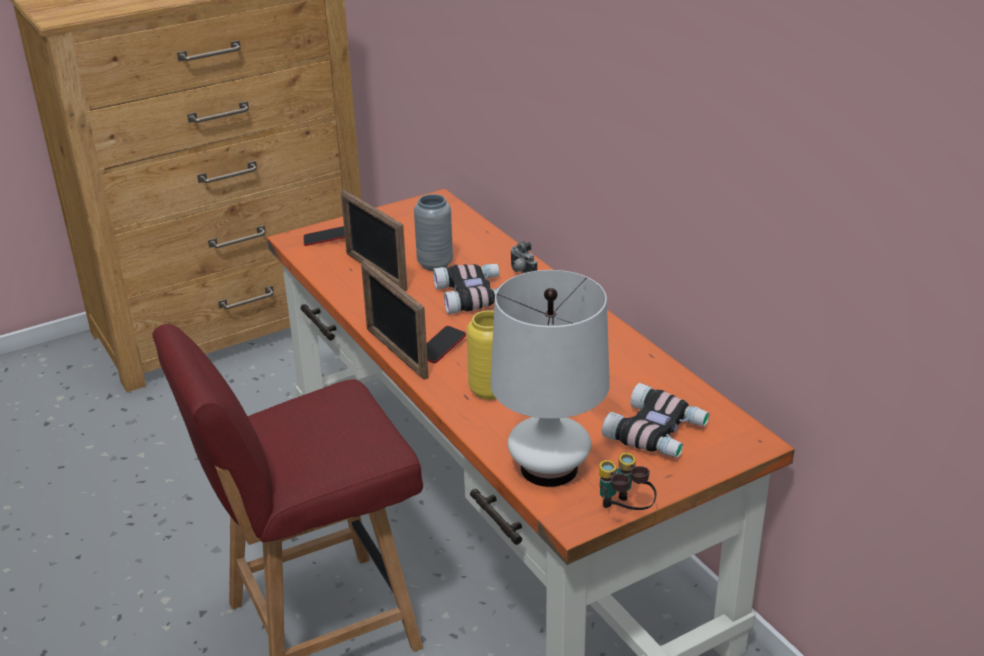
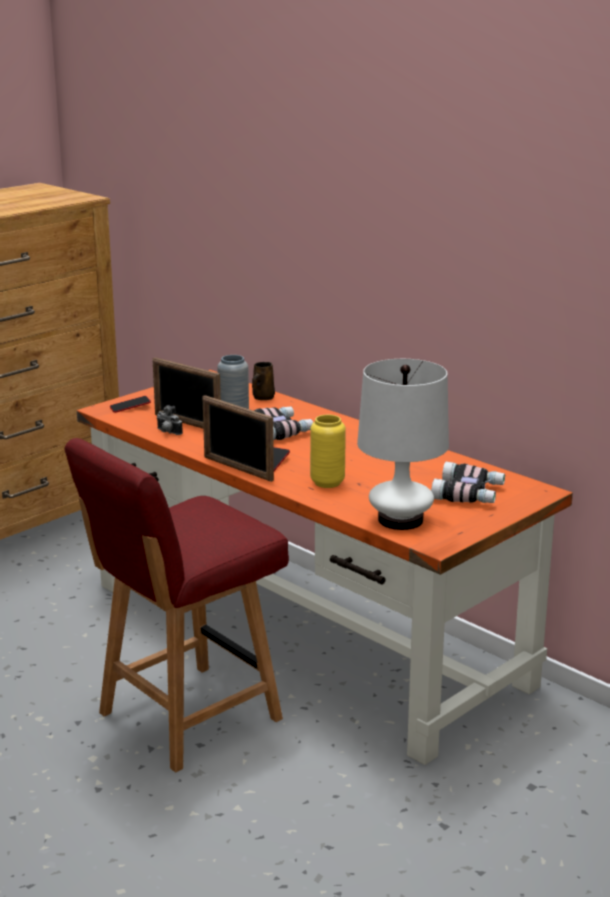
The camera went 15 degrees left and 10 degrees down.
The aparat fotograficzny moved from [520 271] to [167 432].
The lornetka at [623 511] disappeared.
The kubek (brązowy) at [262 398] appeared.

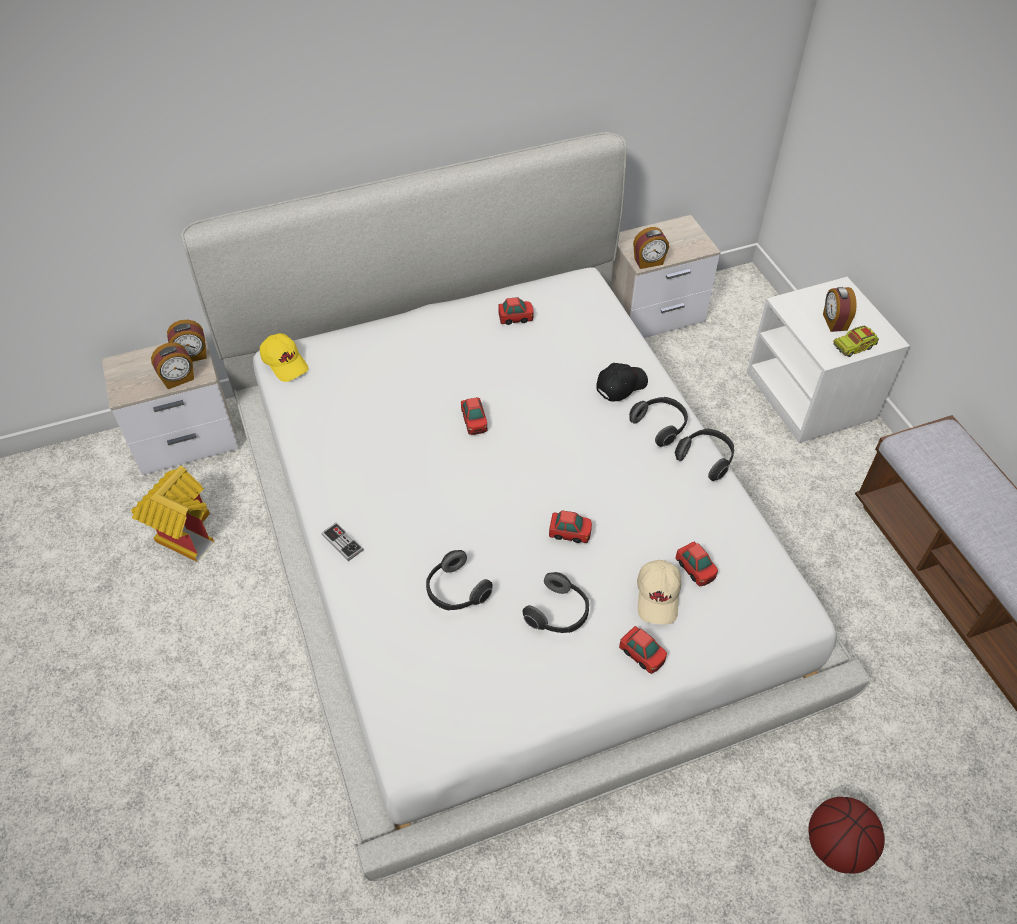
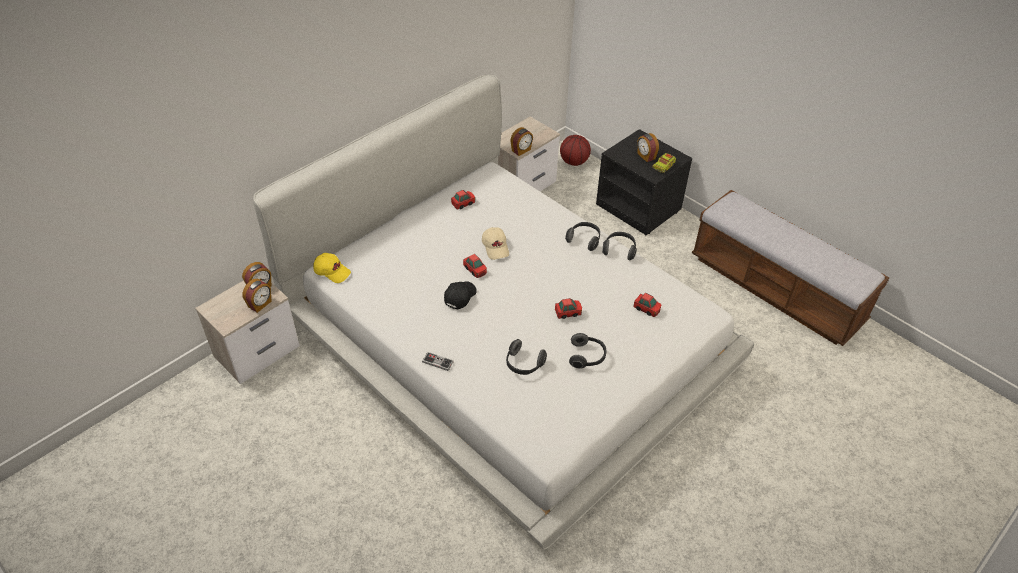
The camera went 25 degrees left and 5 degrees down.
The szafka nocna (biały) at [812 397] became the szafka nocna (czarny) at [639 207].
The czapka z daszkiem (czarny) moved from [621 385] to [460 297].
The domek at [183 533] disappeared.
The czapka z daszkiem (beżowy) moved from [658 597] to [496 247].
The samochodzik at [642 655] disappeared.
The piłka do koszykówki moved from [836 847] to [574 162].

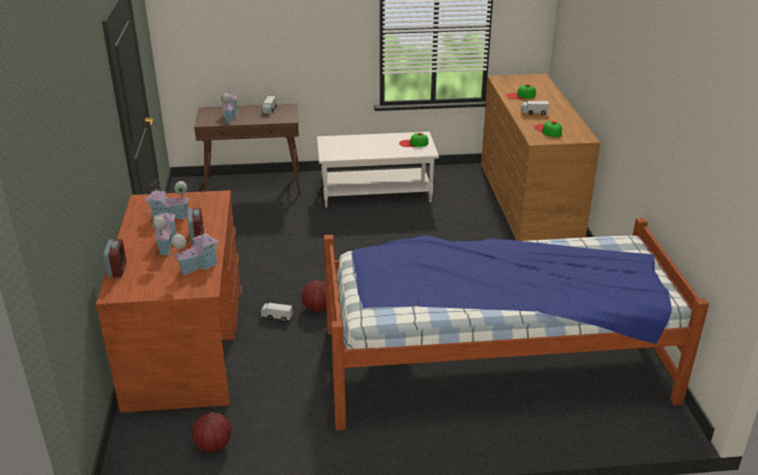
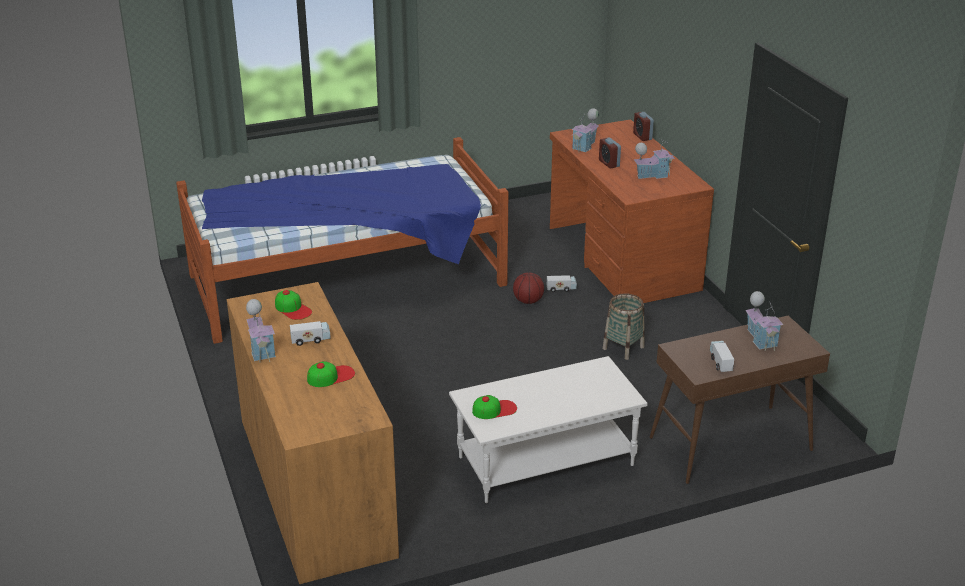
The camera went 165 degrees right and 0 degrees up.
The domek moved from [166 245] to [261 349].
The piłka do koszykówki at [213 446] disappeared.
The koszyk at [623 348] appeared.

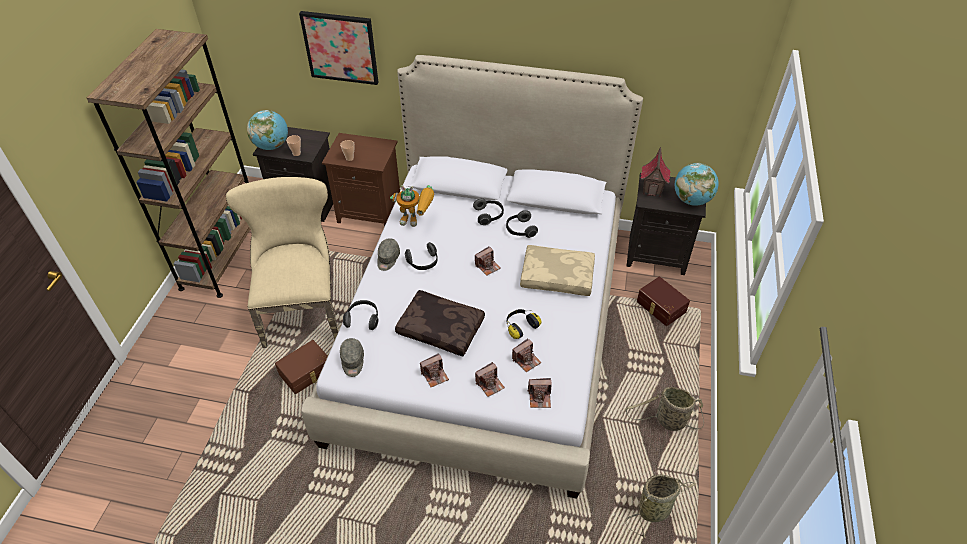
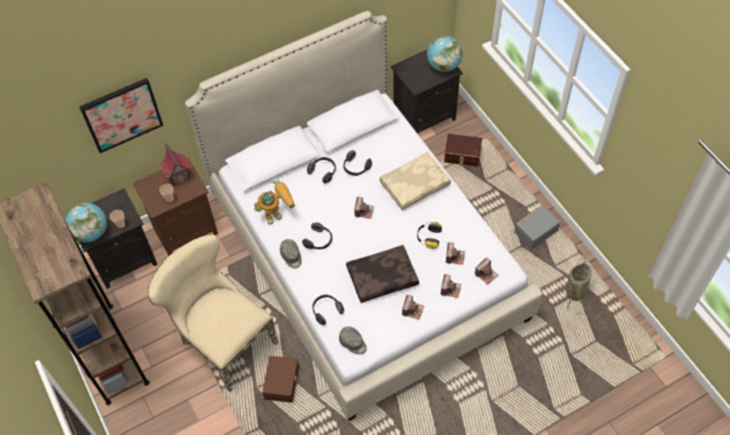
The camera went 40 degrees left and 10 degrees up.
The domek moved from [652 190] to [179 177].
The koszyk at [668 421] was replaced by the pojemnik do przechowywania (szary) at [535 230].

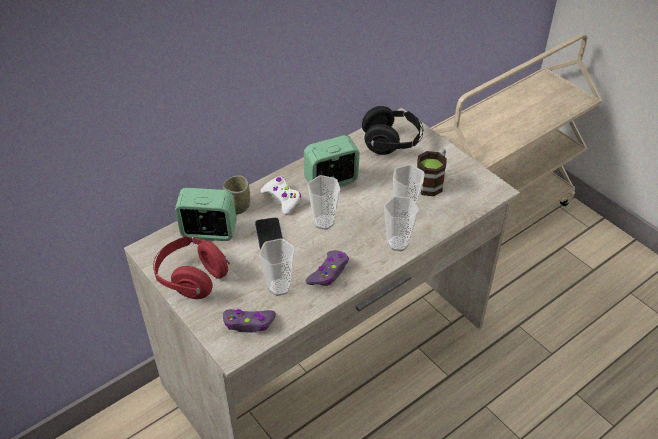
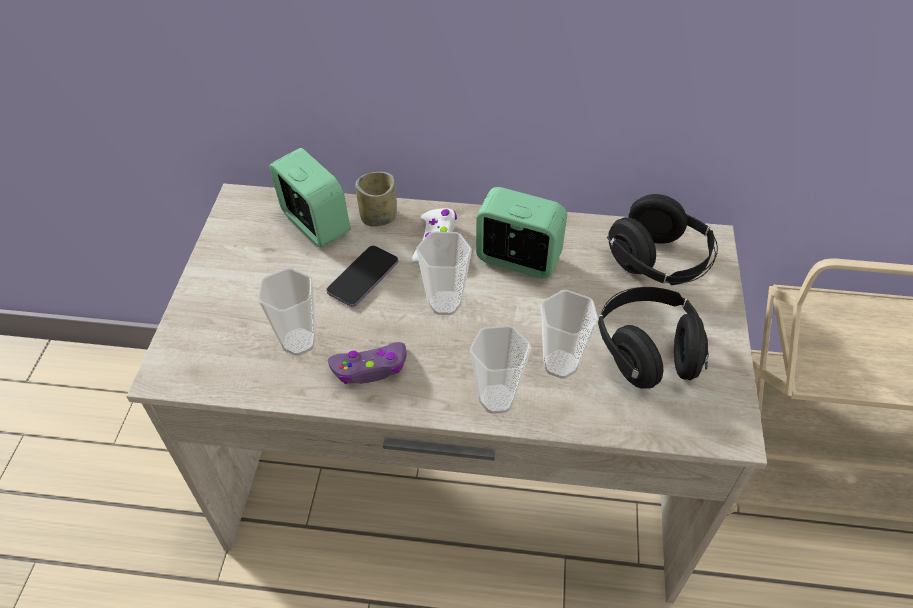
The camera went 45 degrees right and 5 degrees up.
The kubek at [431 182] was replaced by the słuchawki (czarny) at [647 352].
The słuchawki (czerwony) at [192 278] disappeared.
The pad do gier (fioletowy) at [249 323] disappeared.

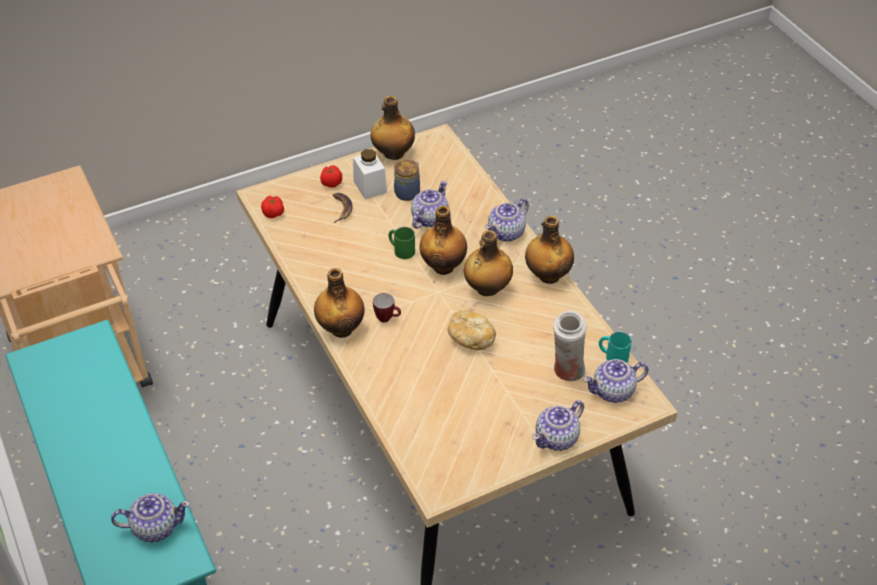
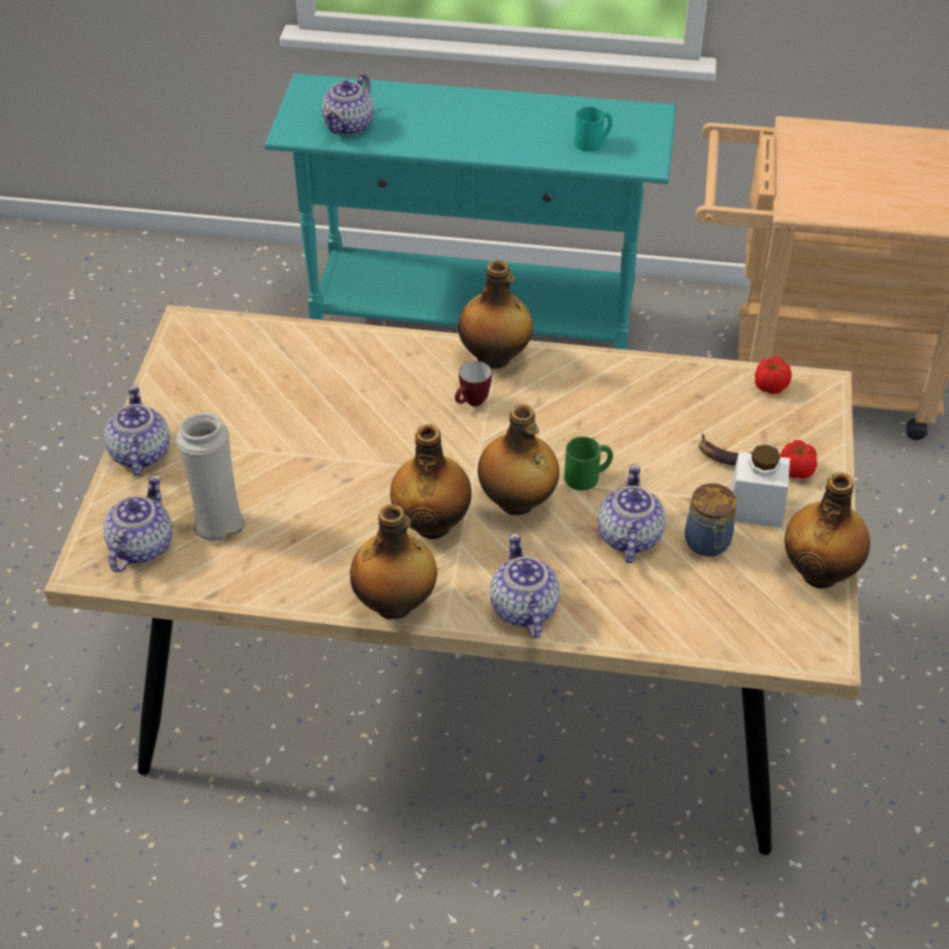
The camera went 125 degrees right and 0 degrees up.
The imbryk at [429 219] turned 150 degrees counterclockwise.
The chleb at [471 338] disappeared.
The kubek (turkusowy) moved from [612 356] to [593 141].

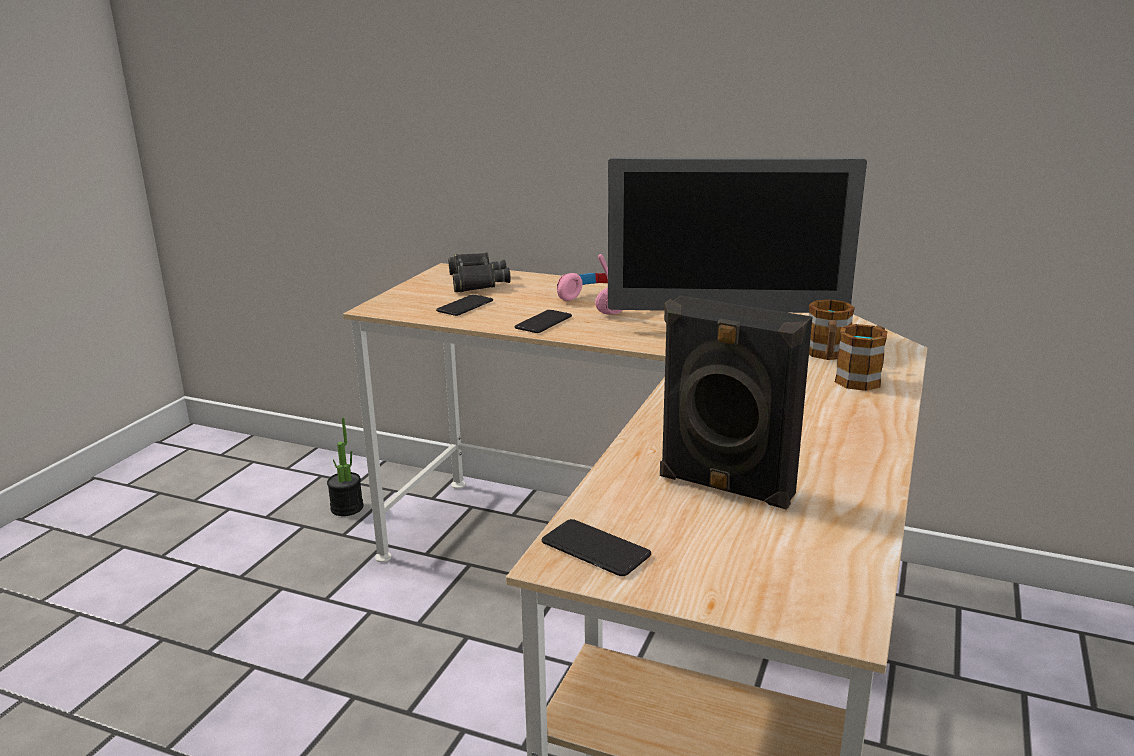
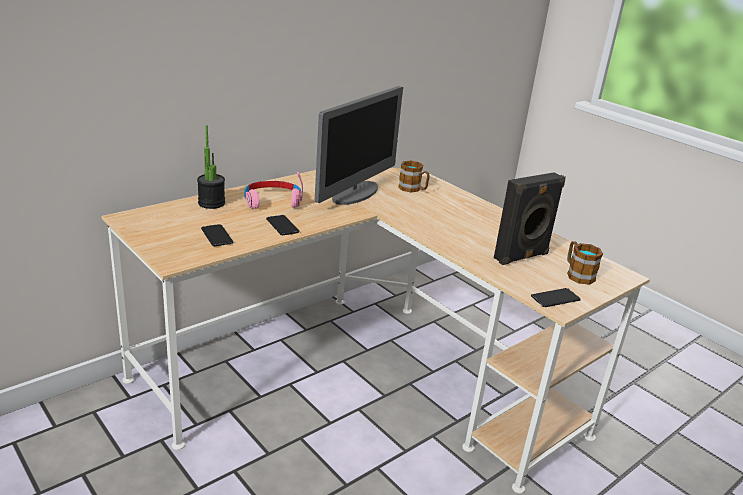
The camera went 65 degrees left and 5 degrees up.
The lornetka (czarny) at [476 281] disappeared.
The kubek moved from [862 378] to [577 274].
The roślina doniczkowa moved from [347 508] to [211 203].

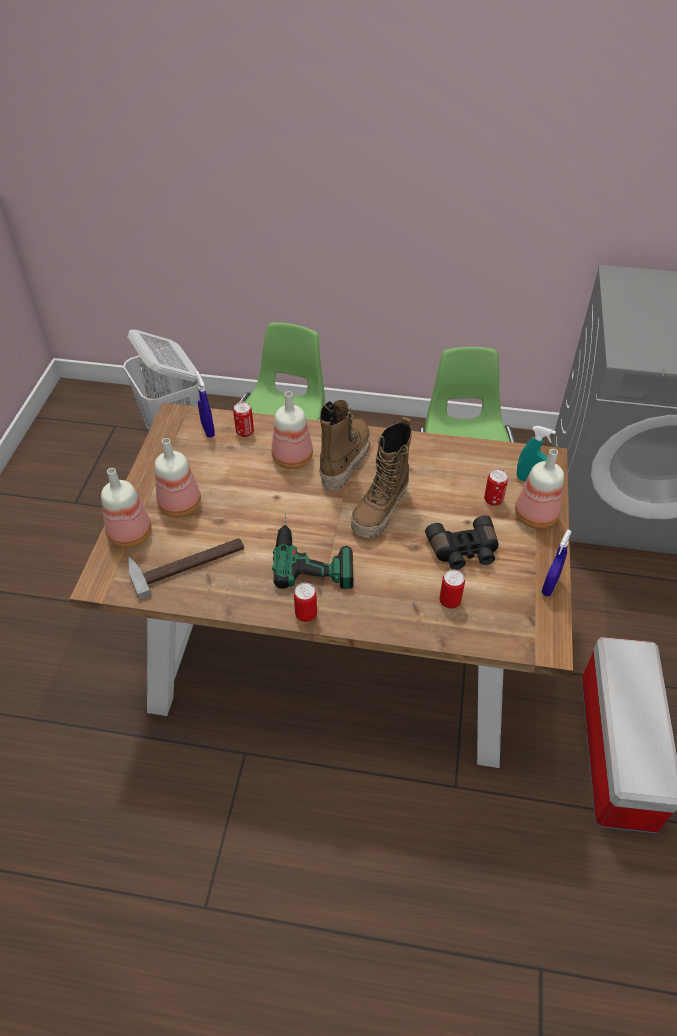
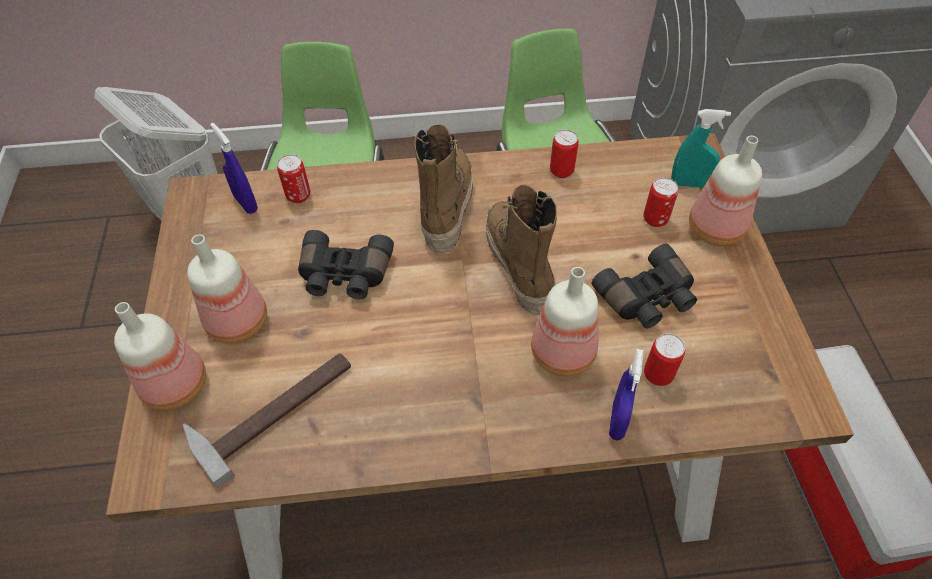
The camera went 15 degrees left and 5 degrees up.
The butelka moved from [292 457] to [561 351].
The but z cholewką at [380 510] turned 150 degrees clockwise.
The wiertarka at [312 554] disappeared.
The spryskiwacz (niebieski) moved from [549 586] to [617 421].
The puszka moved from [306 614] to [561 171].
The lornetka (czarny) at [344 275] appeared.

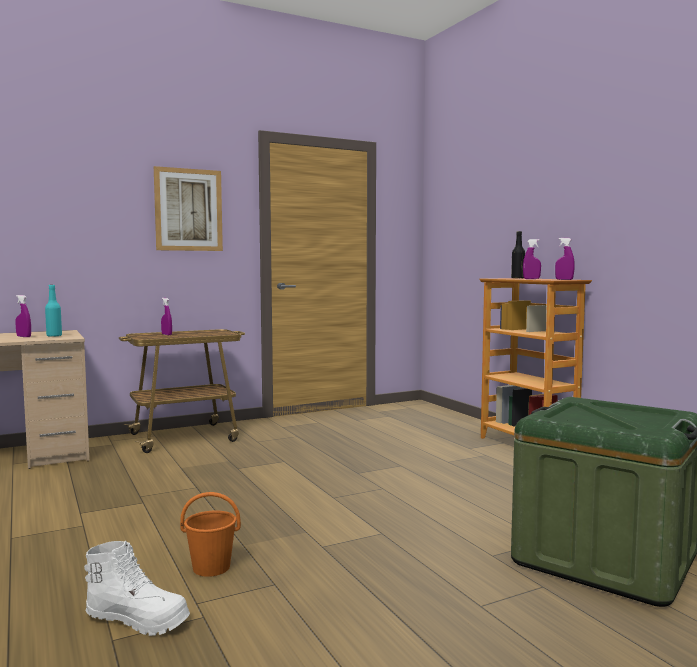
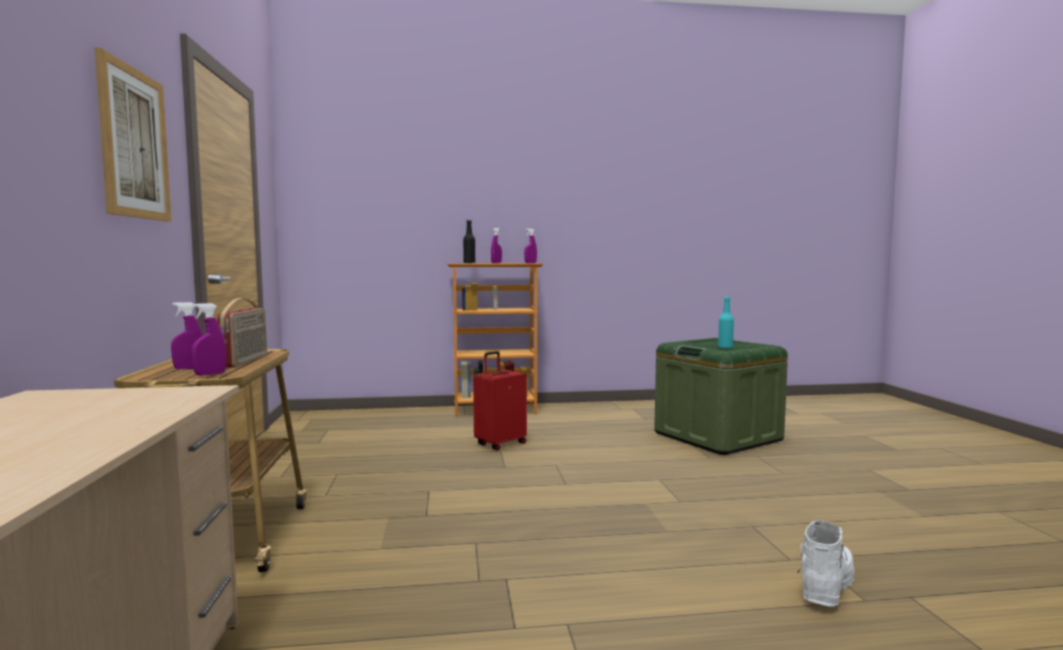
The camera went 70 degrees left and 0 degrees up.
The butelka (turkusowy) moved from [54 336] to [725 347].
The spryskiwacz (fioletowy) moved from [23 337] to [210 374].
The wiadro (pomarańczowy) at [210 567] disappeared.
The radio at [246 361] appeared.
The walizka (czerwony) at [500 444] appeared.

